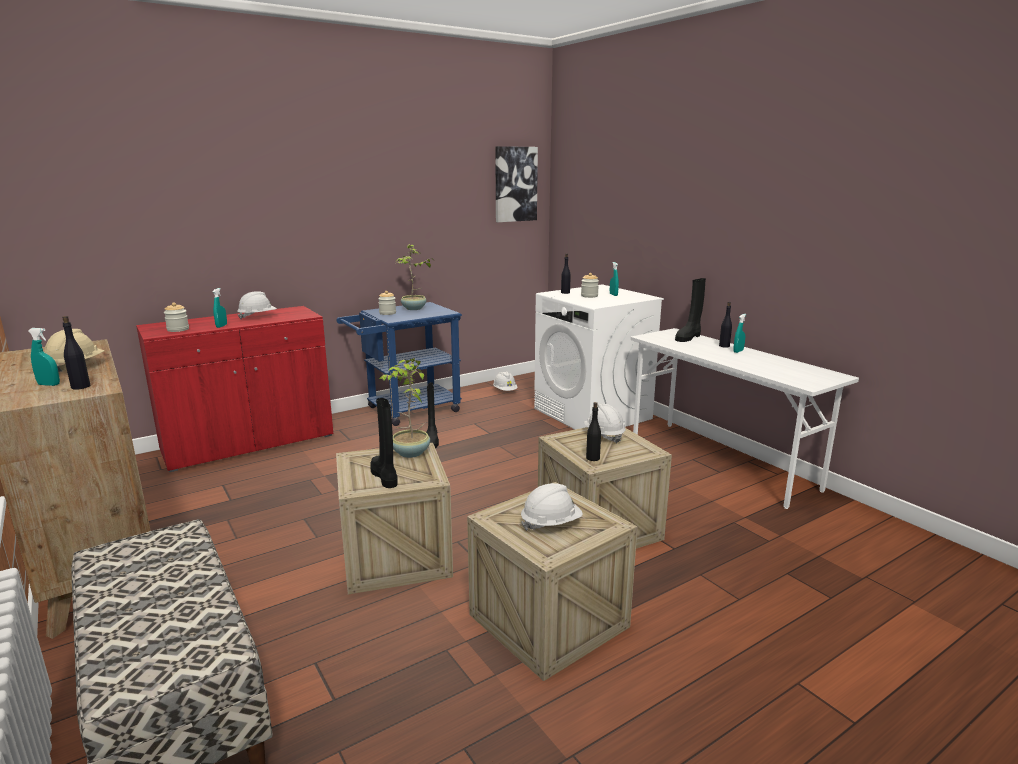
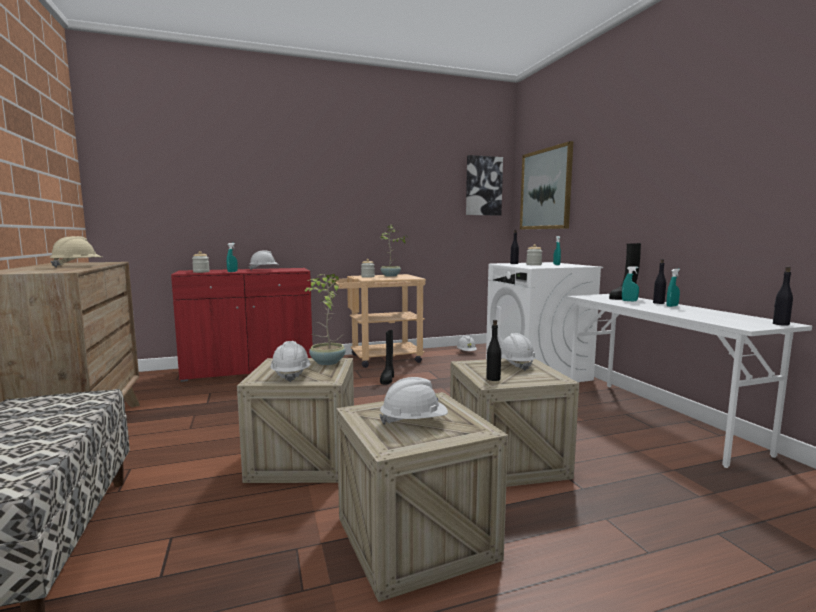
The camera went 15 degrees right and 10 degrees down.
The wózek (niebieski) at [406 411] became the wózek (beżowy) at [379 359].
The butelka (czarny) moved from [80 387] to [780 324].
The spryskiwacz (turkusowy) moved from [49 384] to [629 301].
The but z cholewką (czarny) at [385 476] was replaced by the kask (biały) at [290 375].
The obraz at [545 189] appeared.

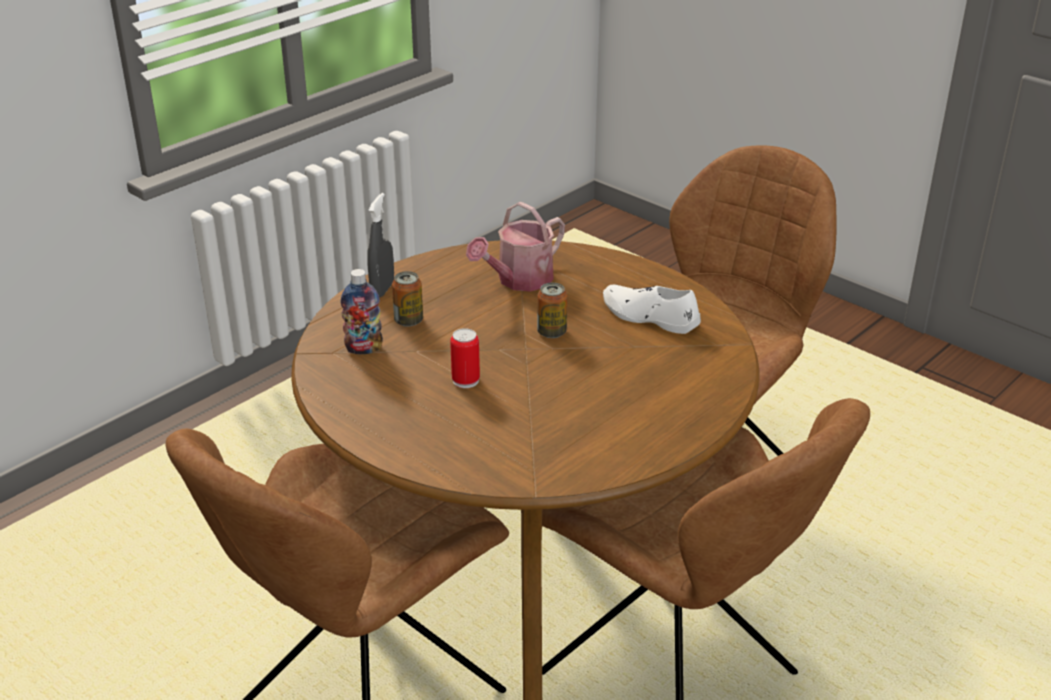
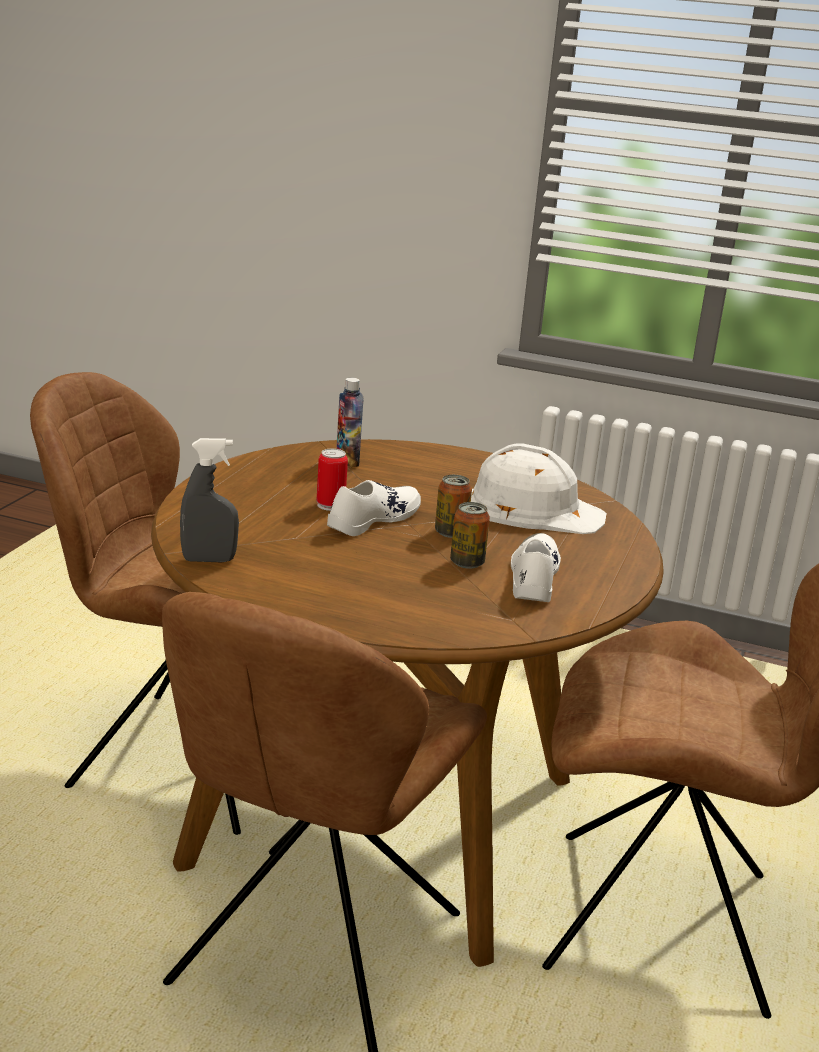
The camera went 65 degrees right and 10 degrees down.
The spryskiwacz (szary) moved from [382 289] to [208 560].
The konewka at [519 280] was replaced by the kask (biały) at [533 508].
The puszka moved from [408 321] to [467 563].
The but (biały) at [373 519] appeared.

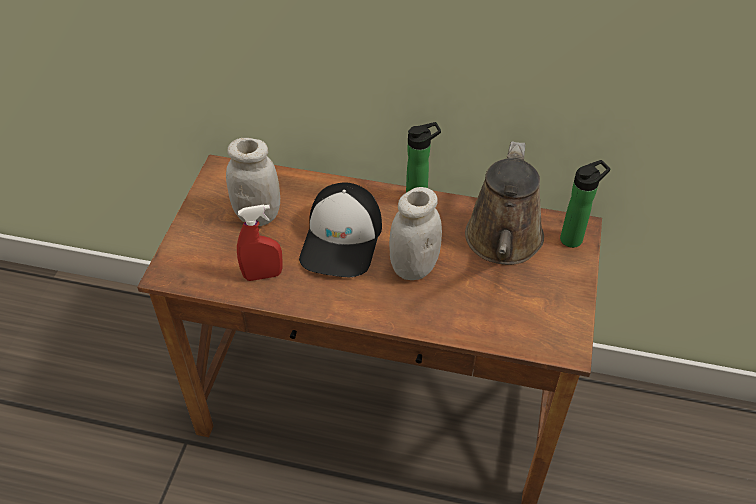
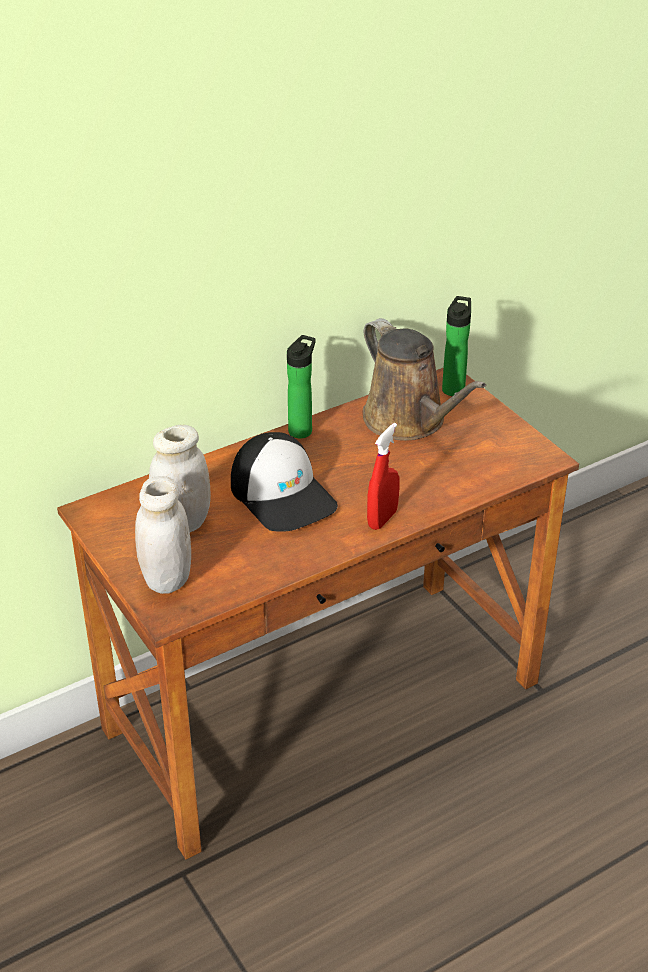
The camera went 45 degrees left and 10 degrees down.
The słoik (biały) moved from [413 267] to [166 579].
The spryskiwacz (czerwony) moved from [263 275] to [382 519].

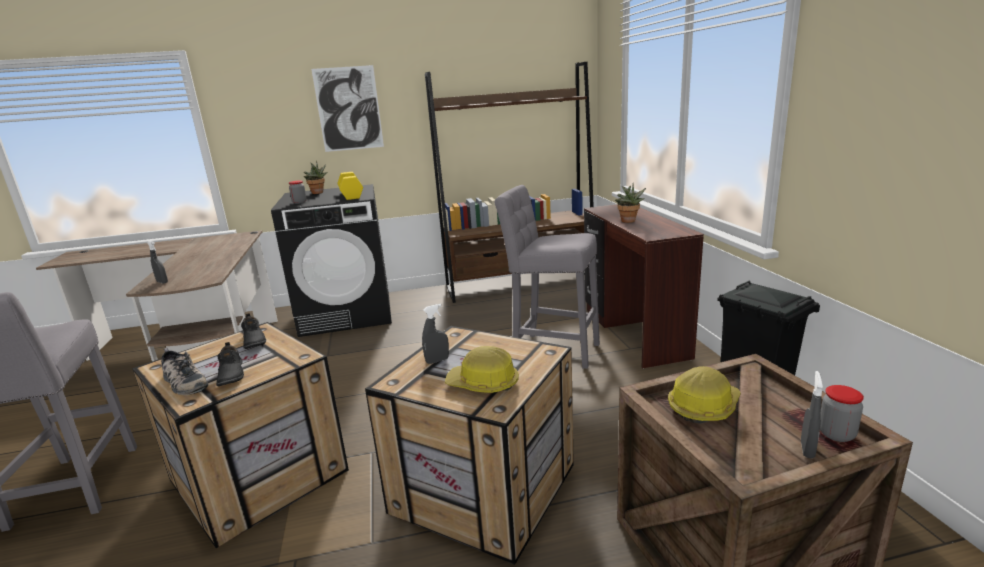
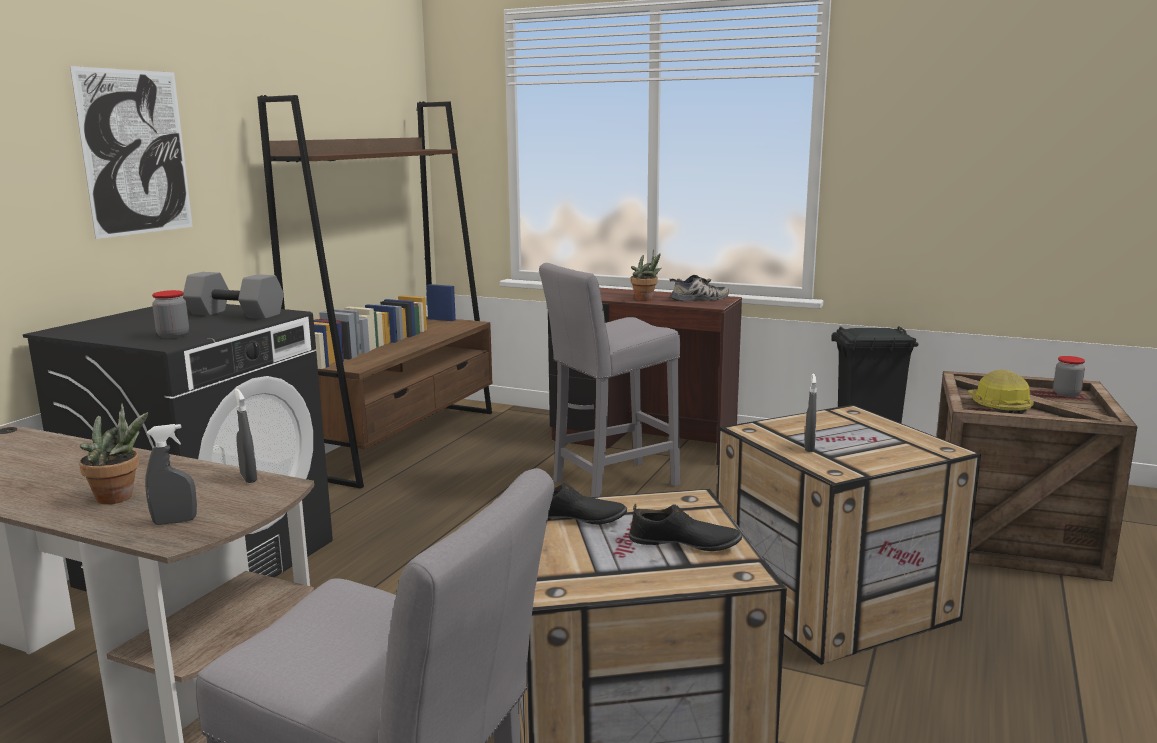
The camera went 55 degrees left and 5 degrees down.
The roślina doniczkowa moved from [318 193] to [120 497].
The hantel (żółty) at [352 195] became the hantel (szary) at [237 314].
The kask at [483 384] disappeared.
The but moved from [183 382] to [699 299].
The spryskiwacz (szary) moved from [807 449] to [248 478].

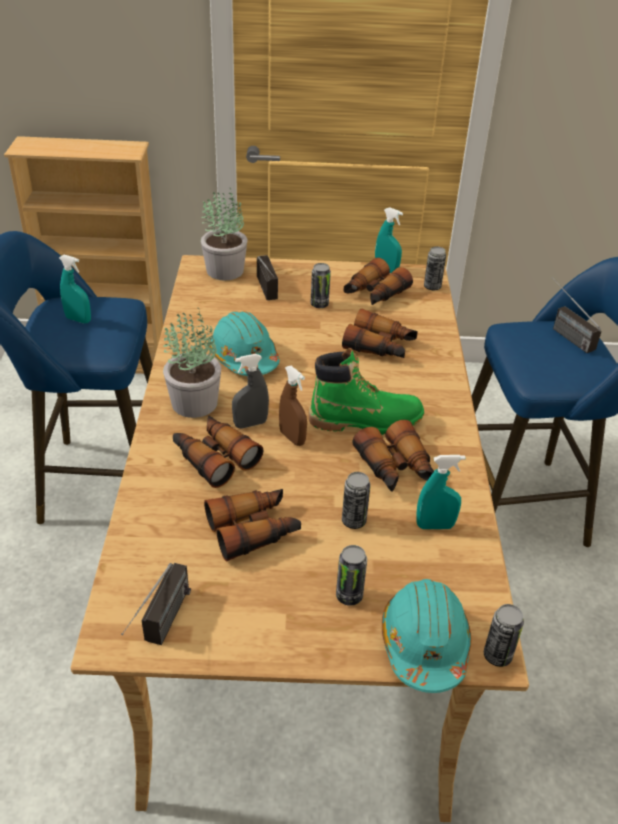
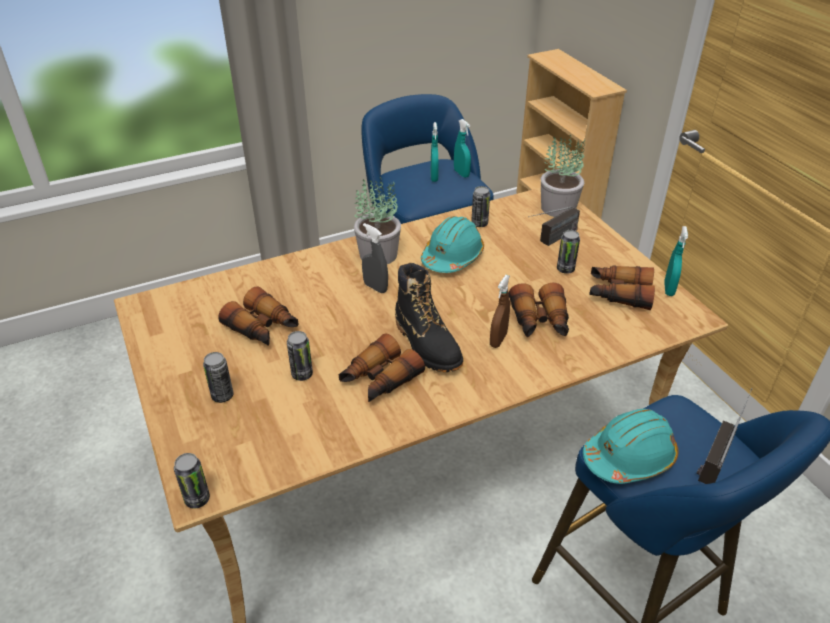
The camera went 65 degrees right and 0 degrees up.
The puszka moved from [432 287] to [479 224].
The but z cholewką (zielony) at [365 421] became the but z cholewką (czarny) at [427 344].
The spryskiwacz (brązowy) moved from [292 438] to [498 340].
The lornetka at [214 457] disappeared.
The spryskiwacz (turkusowy) moved from [435 525] to [461 173].
The radio at [161 630] disappeared.
The kask (turkusowy) moved from [424 644] to [629 457].

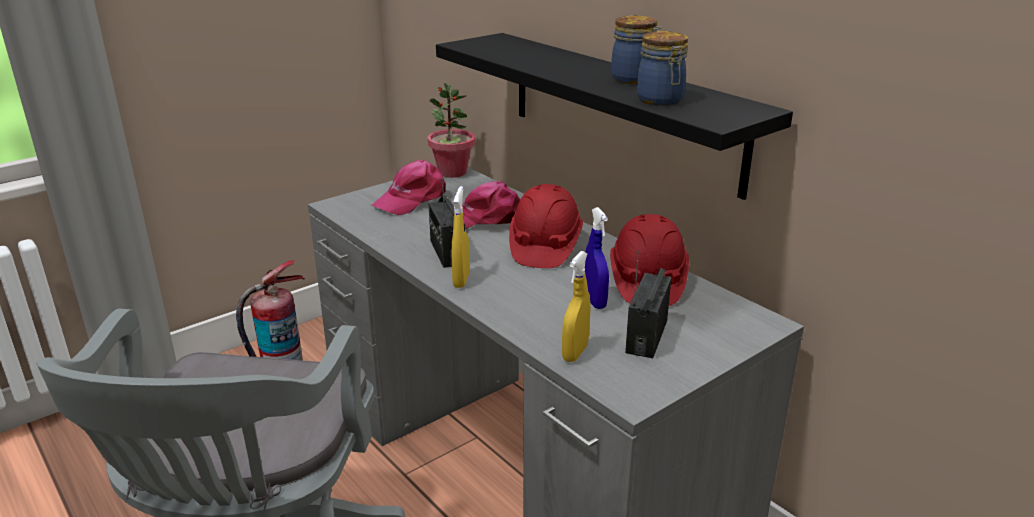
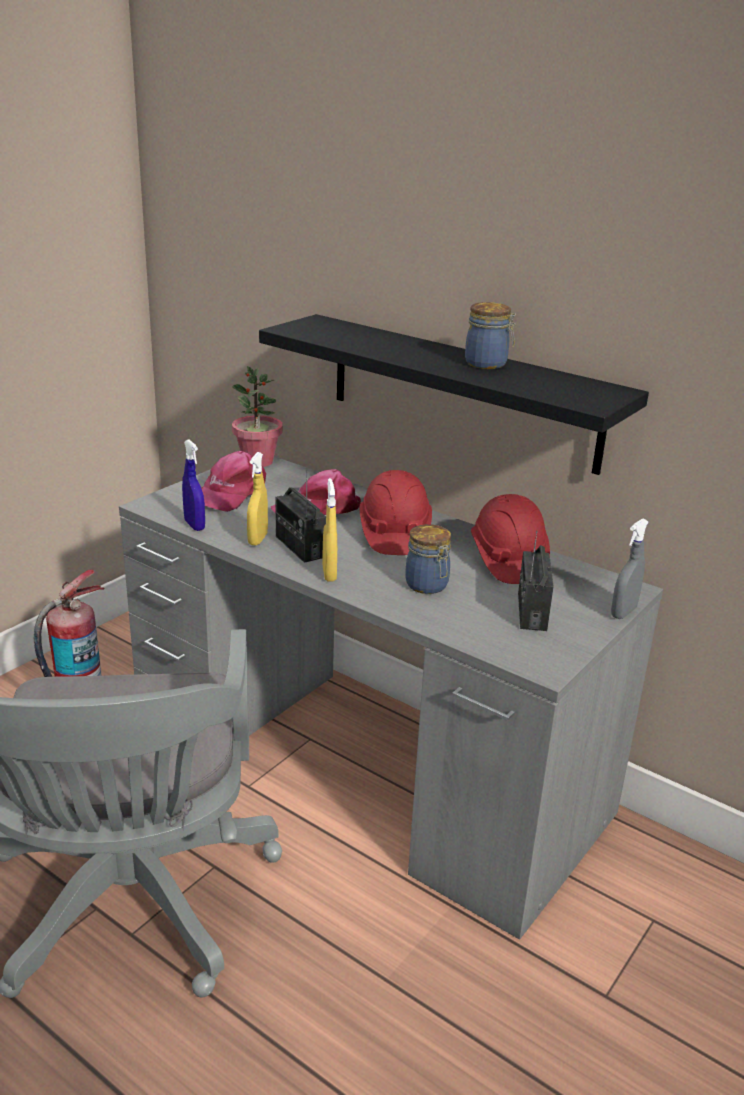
The camera went 15 degrees left and 0 degrees up.
The słoik moved from [661 100] to [427 586].
The spryskiwacz (niebieski) moved from [594 301] to [194 525].
The spryskiwacz (żółty) moved from [575 353] to [257 539].
The spryskiwacz (szary) at [623 612] appeared.

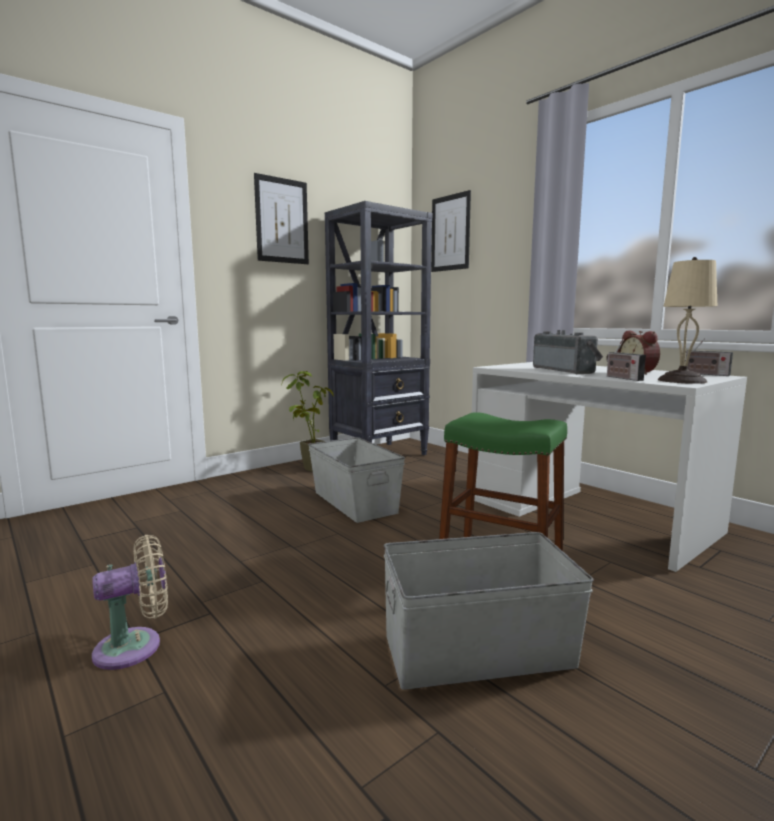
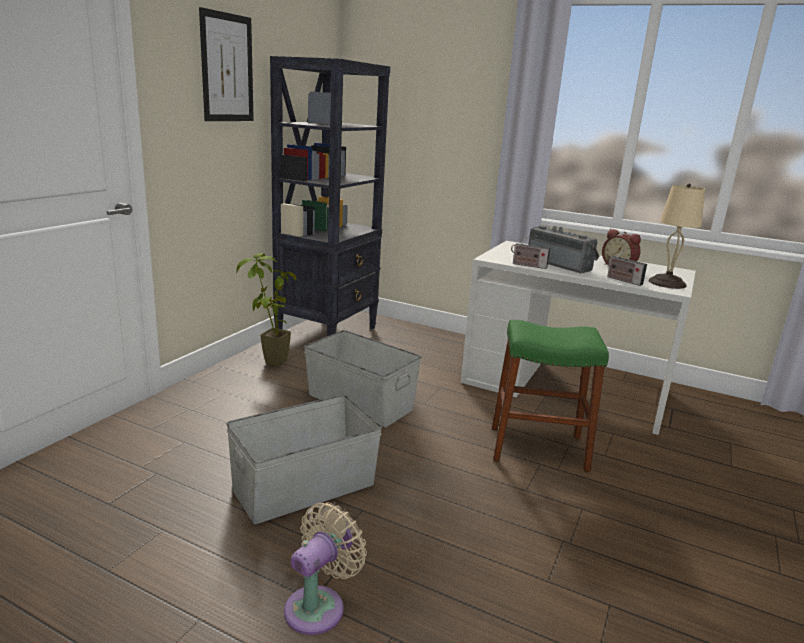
The camera went 25 degrees left and 10 degrees up.
The obraz at [450 233] disappeared.
The radio moved from [704 374] to [527 265].
The pojemnik do przechowywania (szary) moved from [479 651] to [305 487].

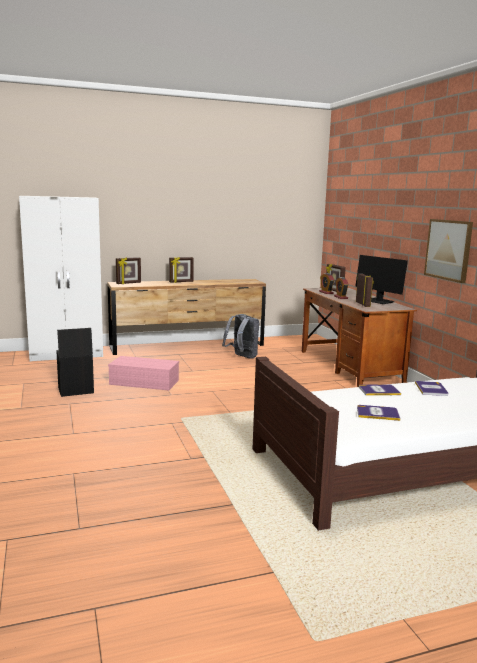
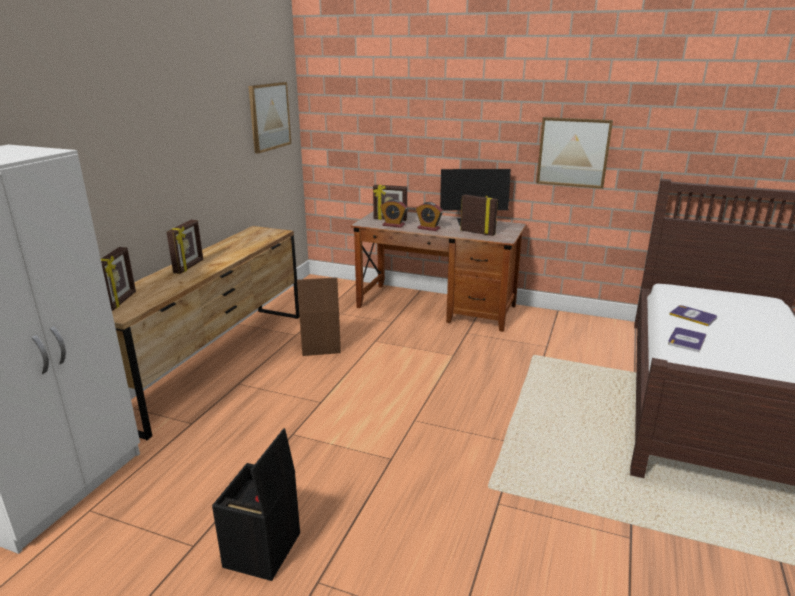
The camera went 50 degrees left and 10 degrees up.
The plecak (szary) at [242 357] was replaced by the pojemnik do przechowywania (brązowy) at [320 347].
The pojemnik do przechowywania (różowy) at [145 382] disappeared.
The książka at [377 413] disappeared.
The obraz at [269 116] appeared.

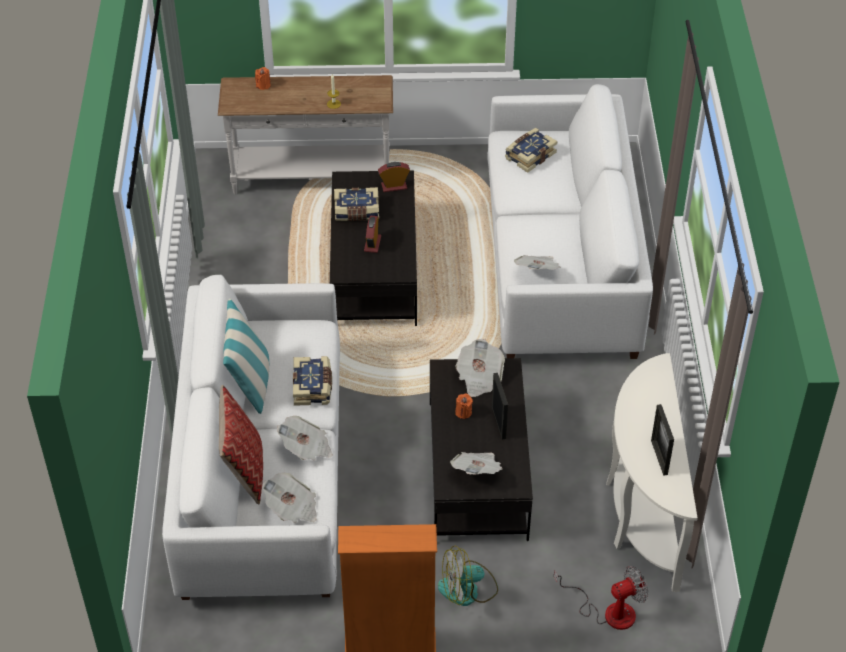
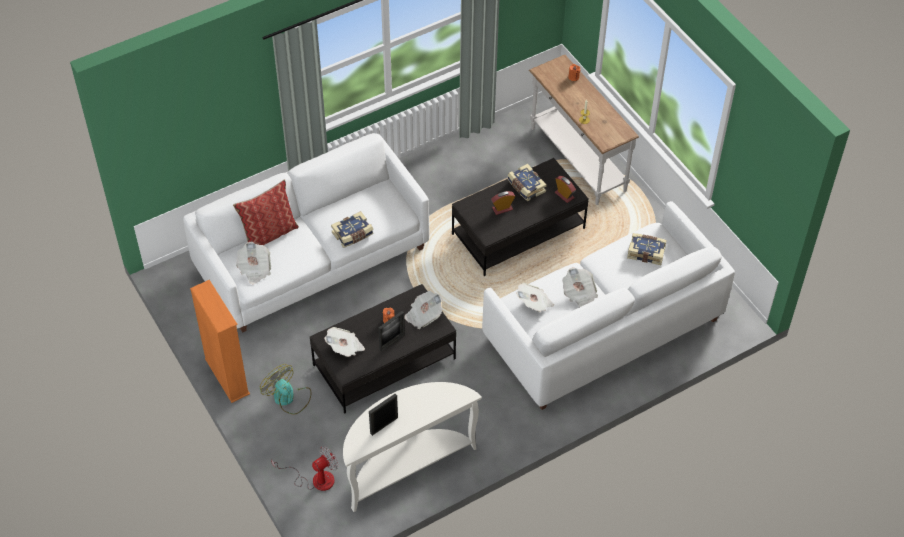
The camera went 60 degrees right and 5 degrees up.
The poduszka at [250 383] disappeared.
The gazeta moved from [306 448] to [579 294].
The wentylator at [609 611] turned 75 degrees counterclockwise.

